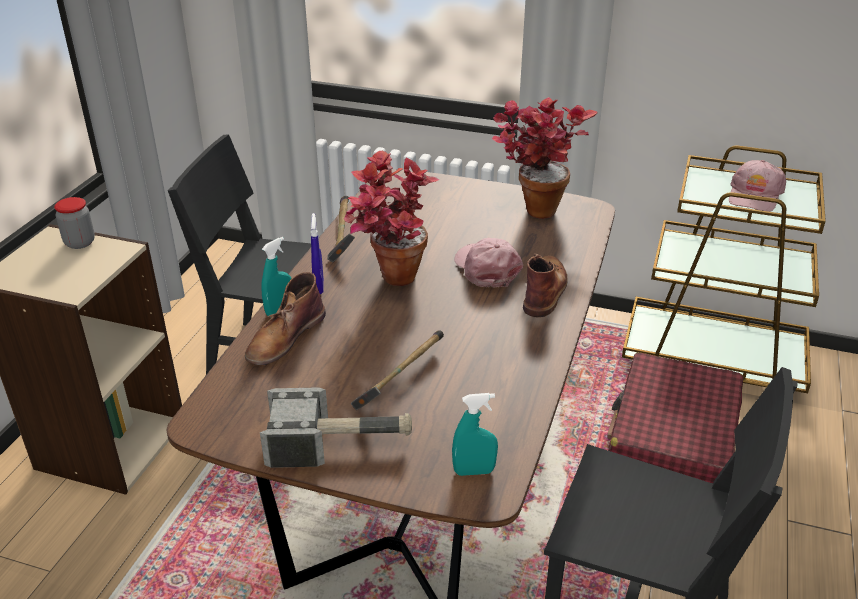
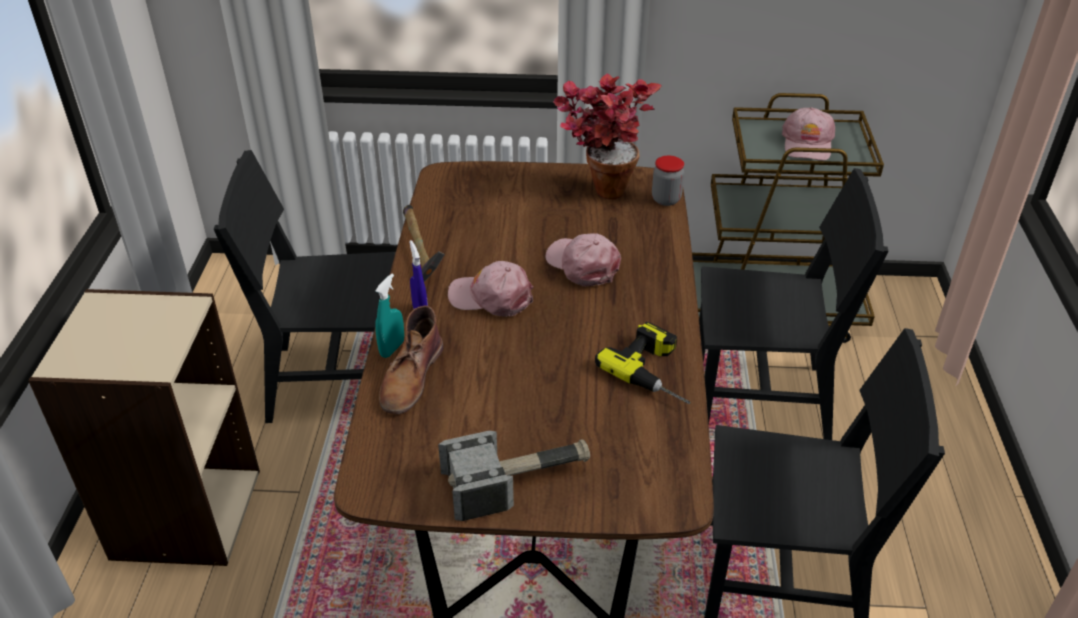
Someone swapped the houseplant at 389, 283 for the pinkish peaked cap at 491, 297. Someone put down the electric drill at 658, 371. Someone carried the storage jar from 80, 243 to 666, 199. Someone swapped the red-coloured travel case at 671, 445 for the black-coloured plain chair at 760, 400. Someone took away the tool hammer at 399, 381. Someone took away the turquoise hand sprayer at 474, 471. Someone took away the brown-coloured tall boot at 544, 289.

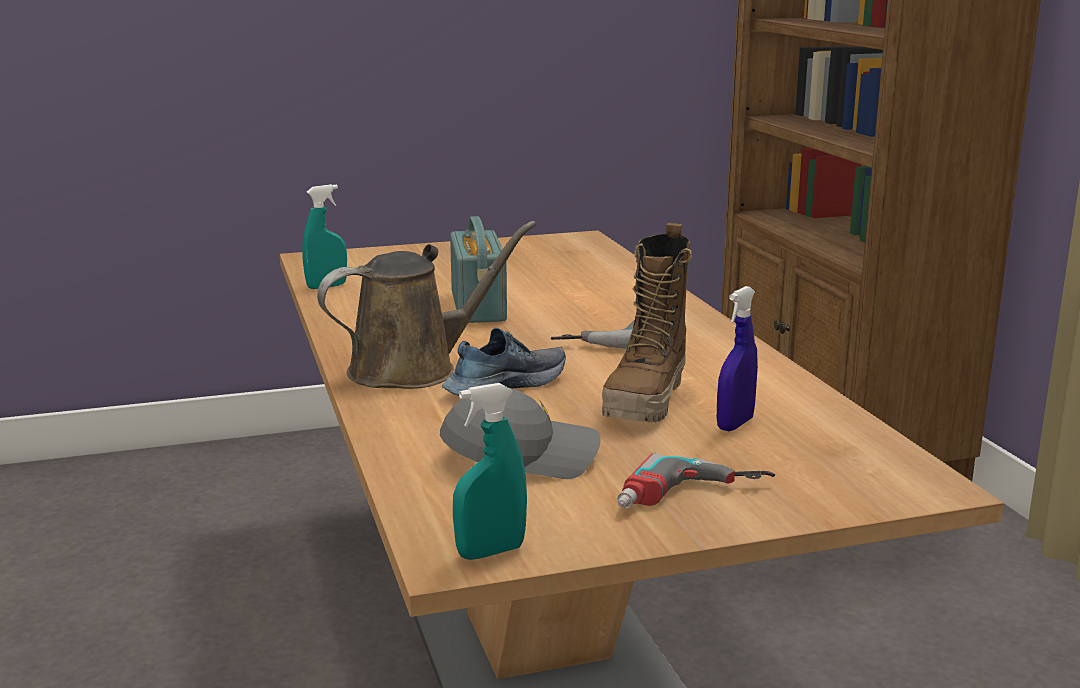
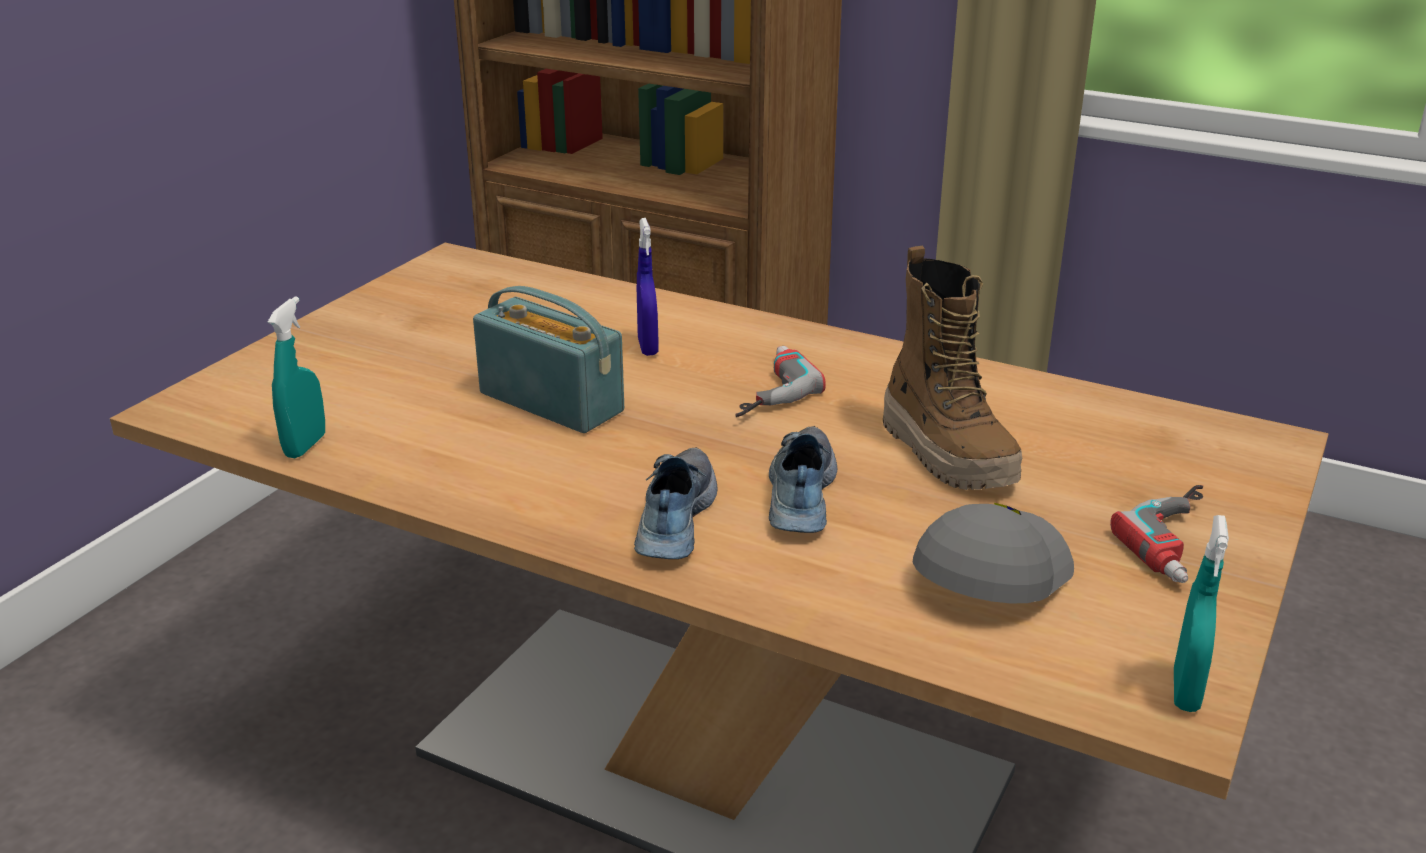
Someone swapped the brown-coloured watering pot at 413, 369 for the shoe at 672, 520. Someone carried the bluish hand sprayer from 735, 424 to 648, 347.

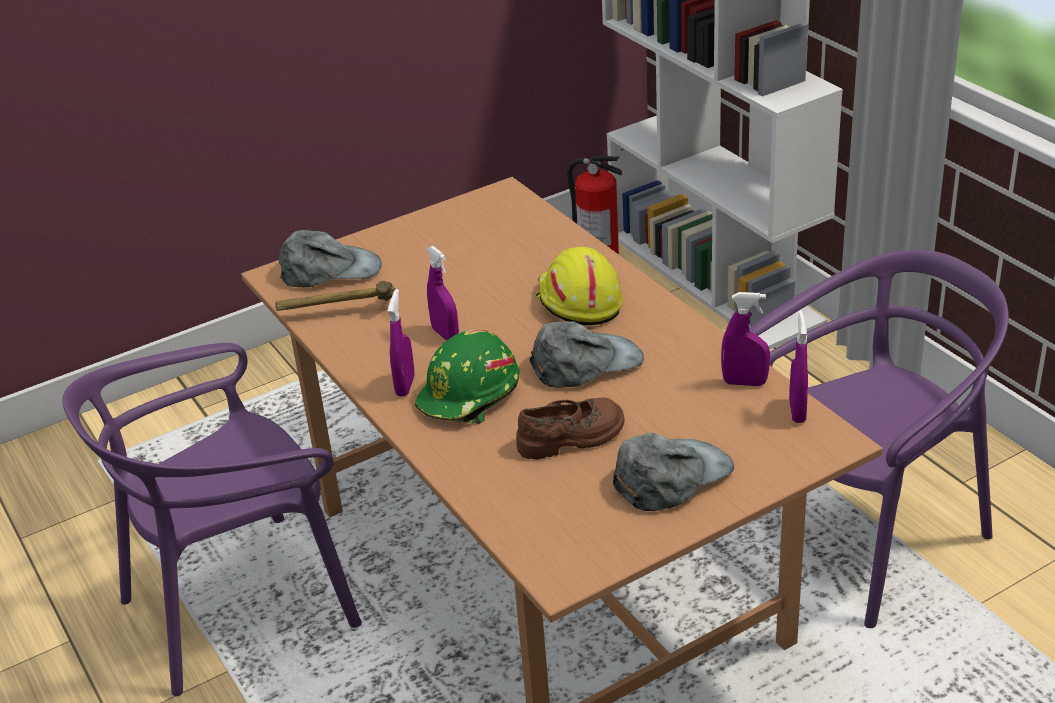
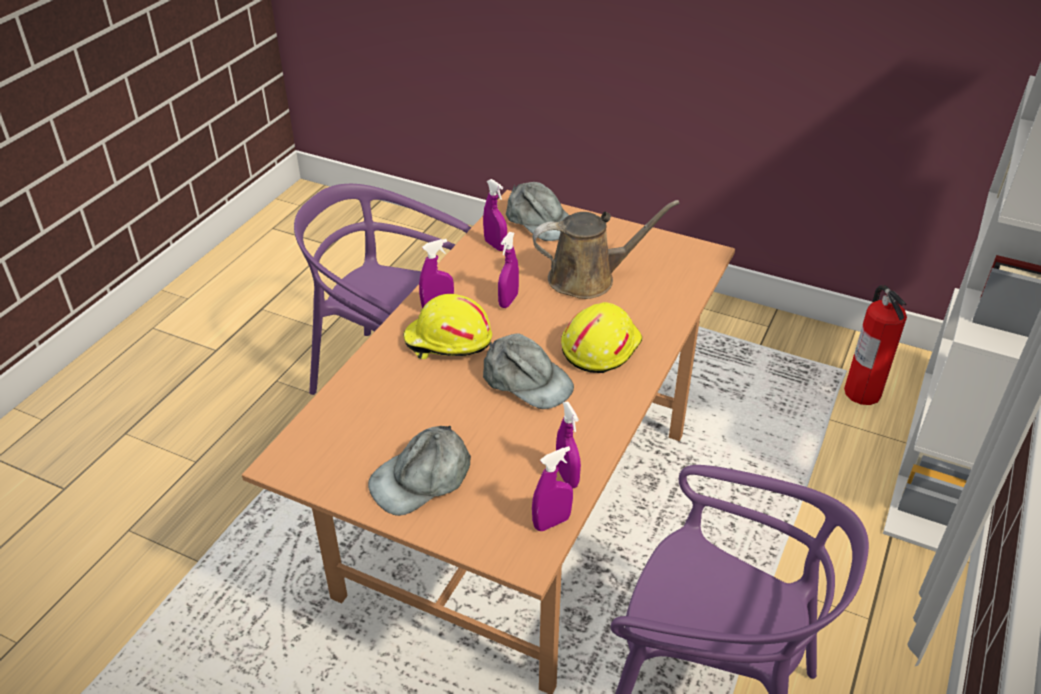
Someone rotated the greyish peaked cap at 671, 476 by 120 degrees clockwise. Someone repainted the greenish work helmet at 470, 396, which became the yellowish work helmet at 447, 341. Someone swapped the tool hammer at 338, 312 for the purple hand sprayer at 495, 245. Someone put down the brown-coloured watering pot at 588, 278. Someone took away the brown-coloured shoe at 572, 438.

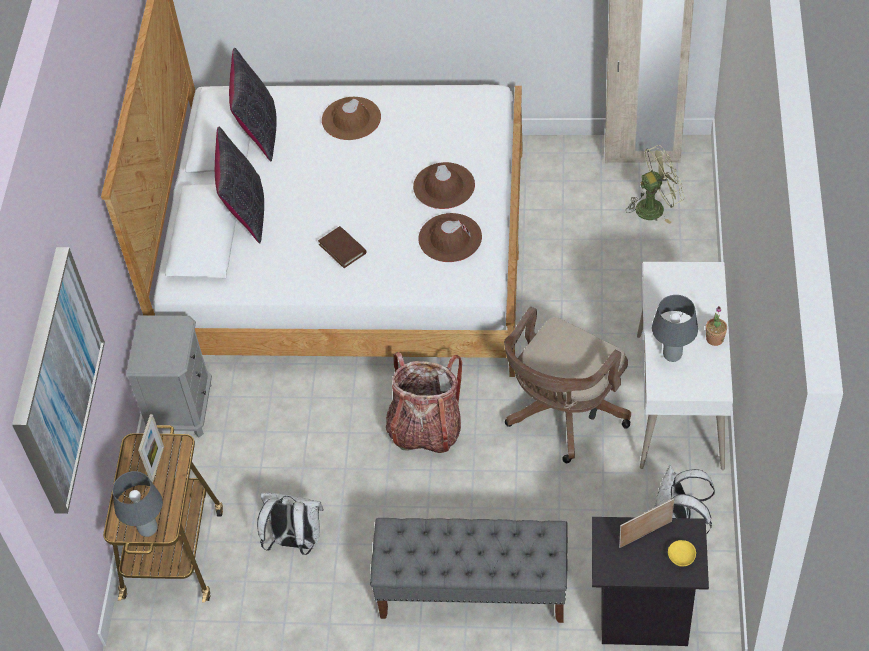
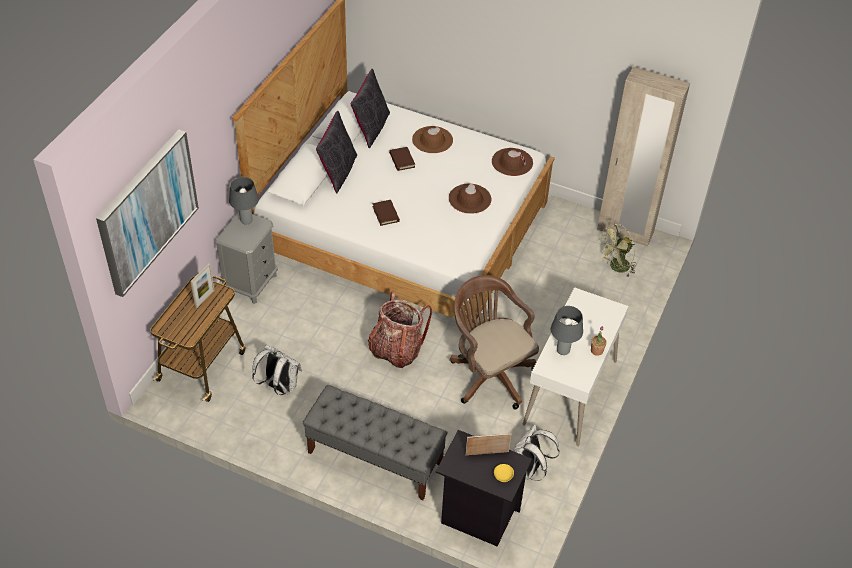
Someone carried the greyish lamp for a table from 149, 529 to 246, 221. Someone put down the brown-coloured volume at 402, 160. Someone rotated the brown-coloured desk chair at 563, 415 by 90 degrees clockwise. Someone carried the brown-coloured hat from 450, 238 to 512, 162. Someone rotated the greenish electric fan at 655, 207 by 150 degrees clockwise.

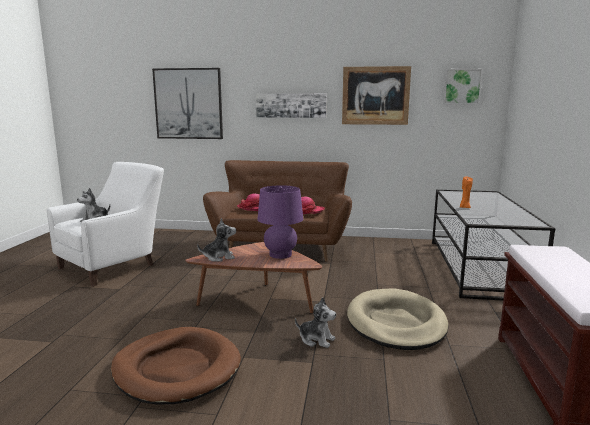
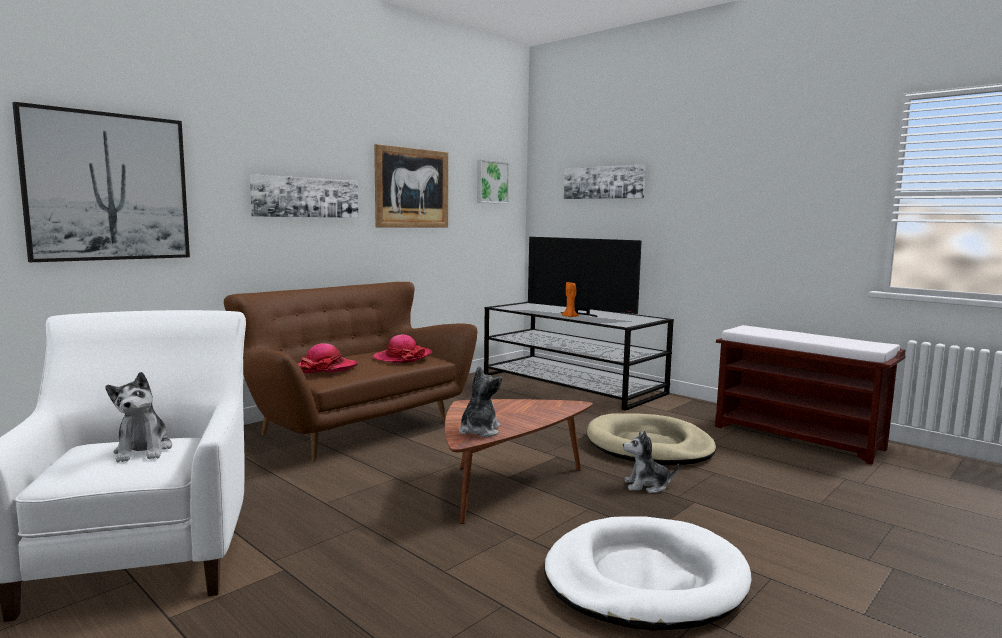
Someone put down the TV at 581, 314. Someone repainted the brown-coloured dog bed at 177, 369, which became the whitish dog bed at 644, 579. Someone put up the wall picture at 603, 182. Someone rotated the plush toy at 316, 339 by 150 degrees counterclockwise. Someone took away the purple lamp for a table at 280, 254.

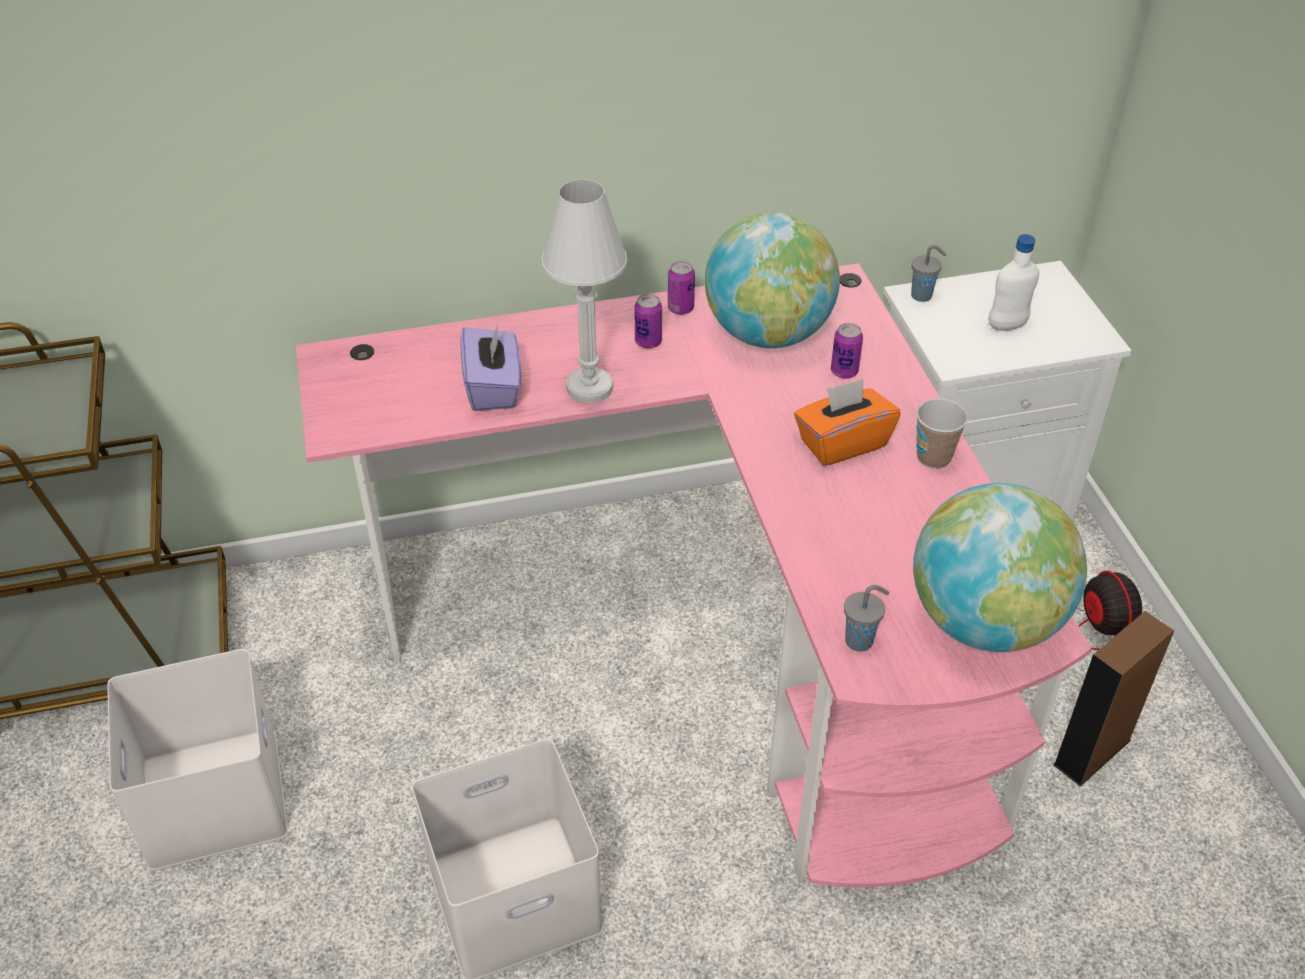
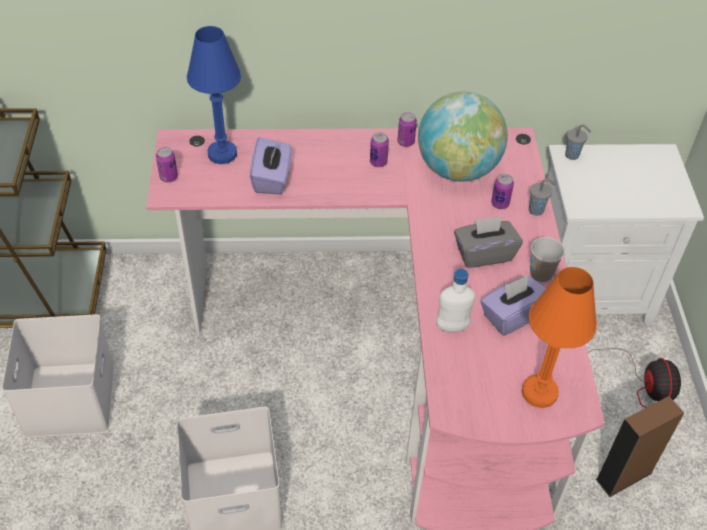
Someone put down the metal can at 168, 177. Someone put down the bluish lamp for a table at 222, 154. Someone carried the whitish drink bottle from 1007, 326 to 452, 327. Someone repainted the orangey tissue holder at 842, 443, which became the greyish tissue holder at 484, 254. Someone put down the purple tissue holder at 512, 315. Someone swapped the world globe at 984, 621 for the orangey lamp for a table at 539, 392. Someone carried the greyish small cup from 860, 641 to 537, 210. Someone took away the whitish lamp for a table at 589, 388.

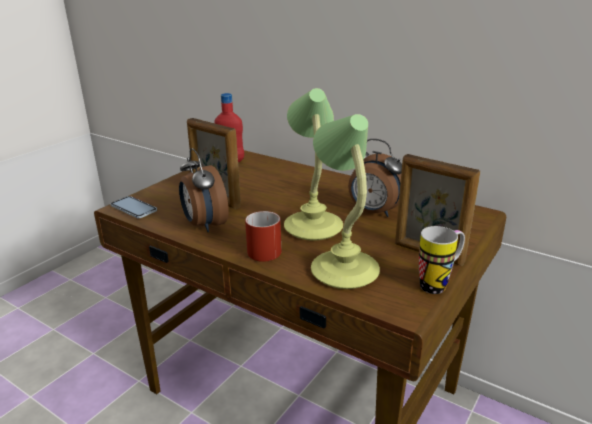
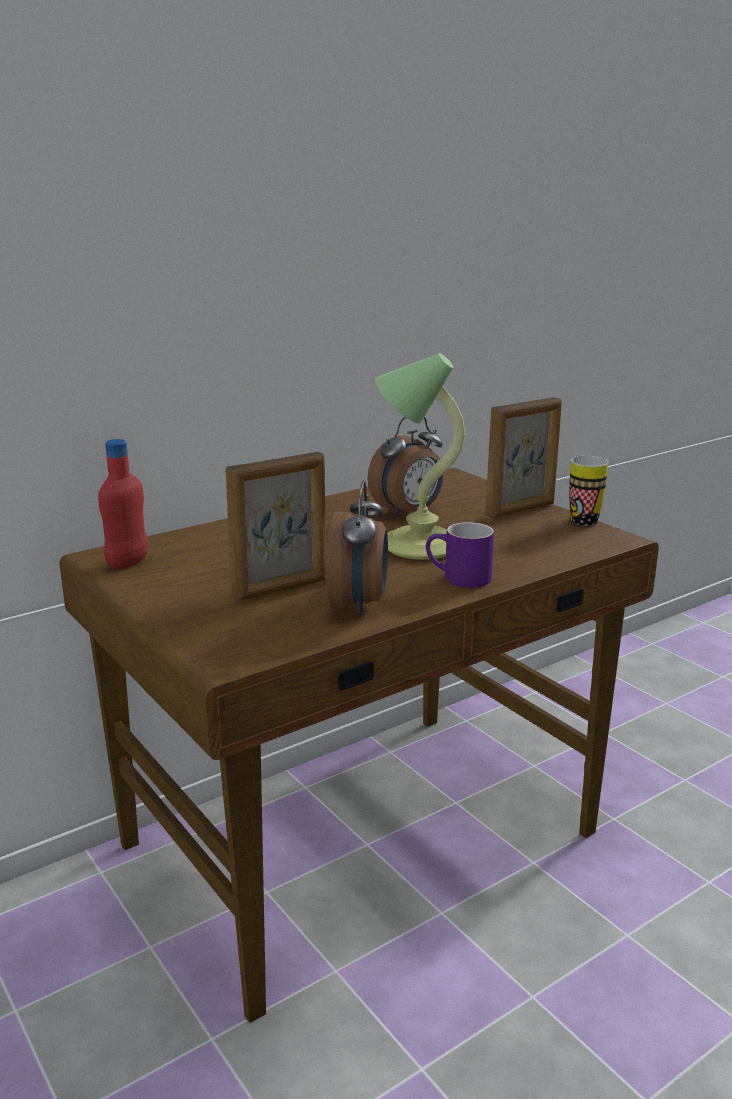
Someone rotated the bedside clock at 204, 225 by 75 degrees counterclockwise. Someone repainted the red-coloured mug at 262, 249, which became the purple mug at 458, 578. Someone took away the phone at 133, 208. Someone took away the lamp for a table at 344, 269.

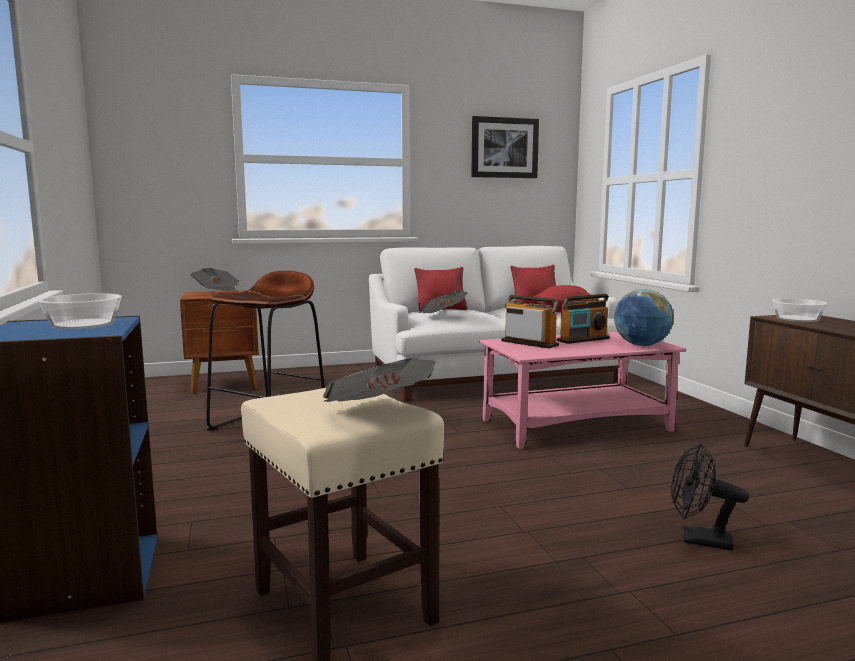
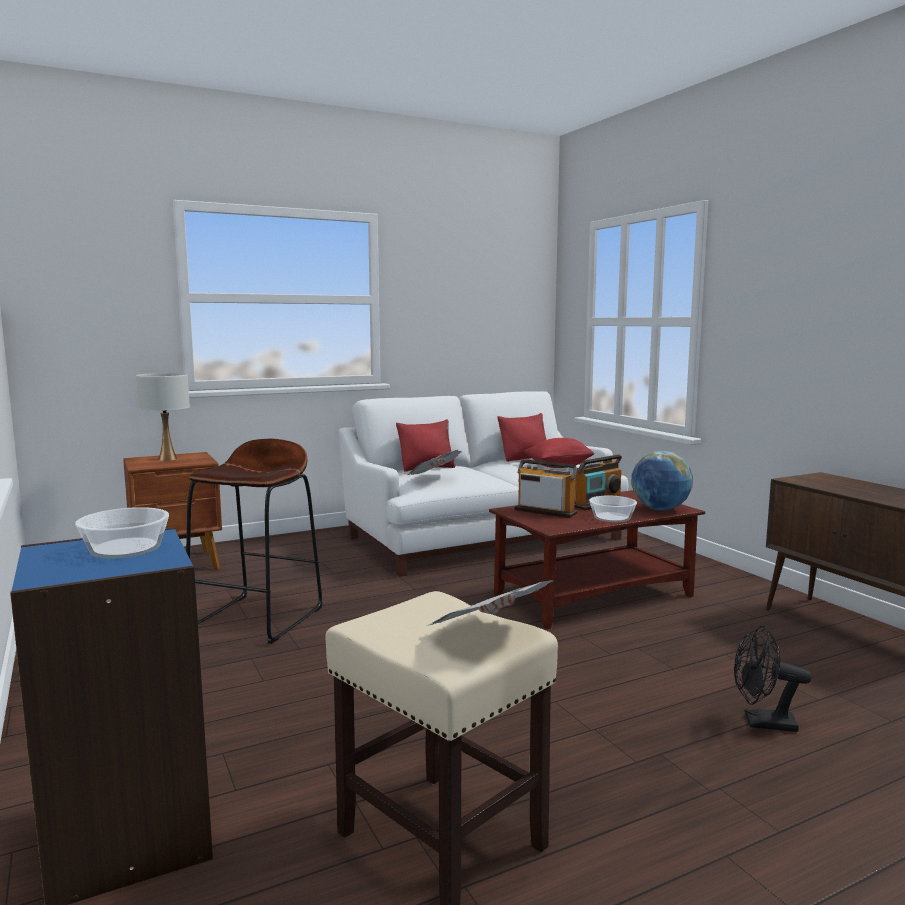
Someone swapped the newspaper at 218, 293 for the whitish lamp for a table at 167, 459. Someone repainted the pinkish low table at 576, 425, which became the brown-coloured low table at 594, 595. Someone carried the deep dish from 797, 319 to 612, 517. Someone took away the wall picture at 504, 148.

